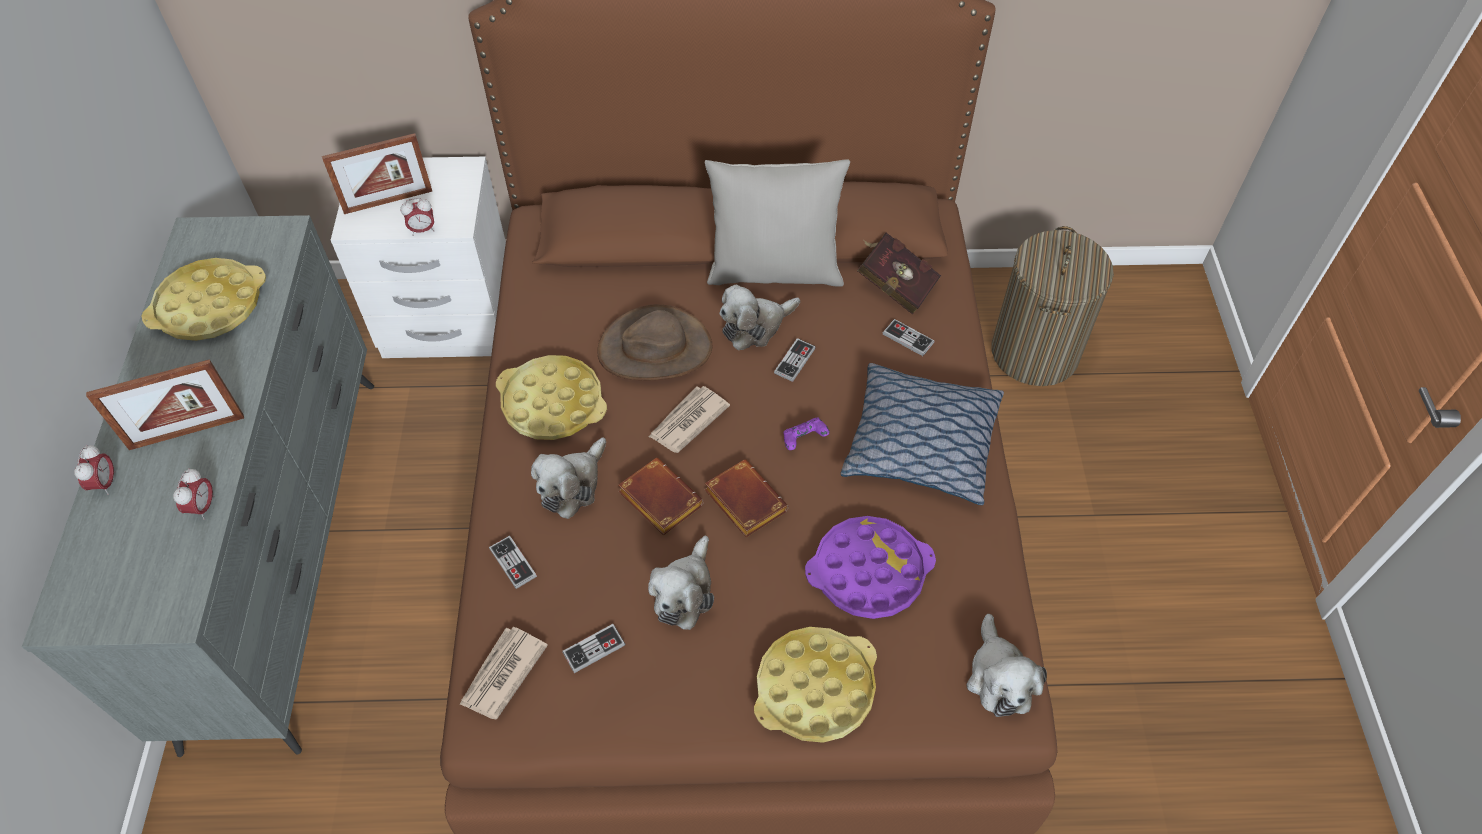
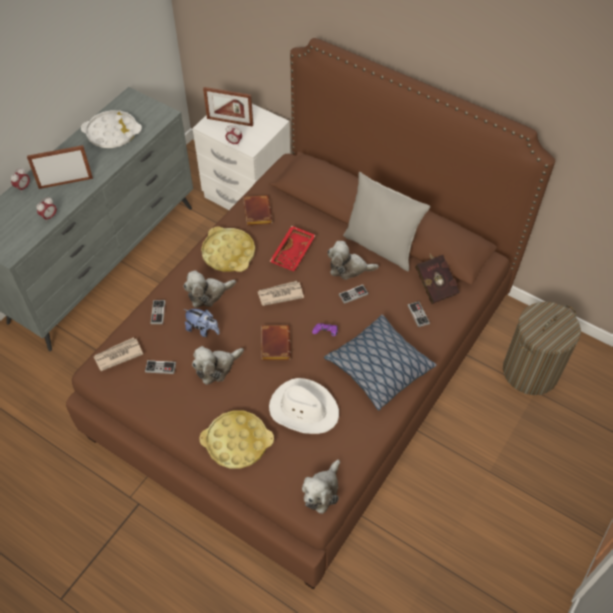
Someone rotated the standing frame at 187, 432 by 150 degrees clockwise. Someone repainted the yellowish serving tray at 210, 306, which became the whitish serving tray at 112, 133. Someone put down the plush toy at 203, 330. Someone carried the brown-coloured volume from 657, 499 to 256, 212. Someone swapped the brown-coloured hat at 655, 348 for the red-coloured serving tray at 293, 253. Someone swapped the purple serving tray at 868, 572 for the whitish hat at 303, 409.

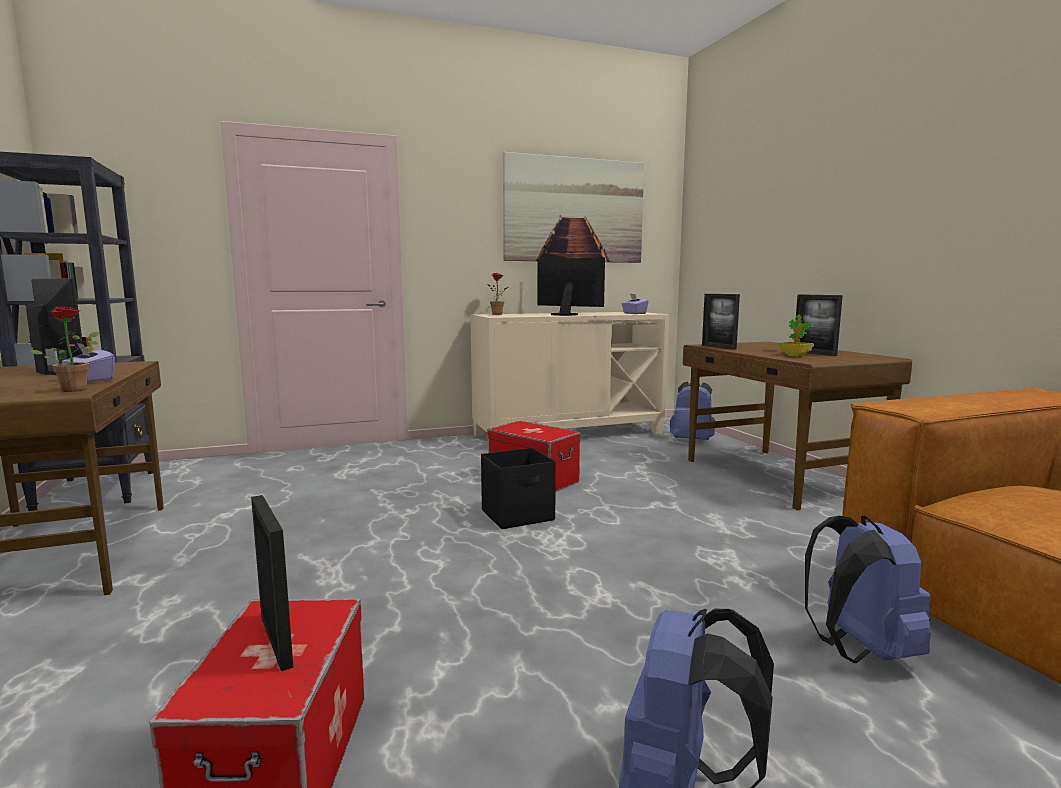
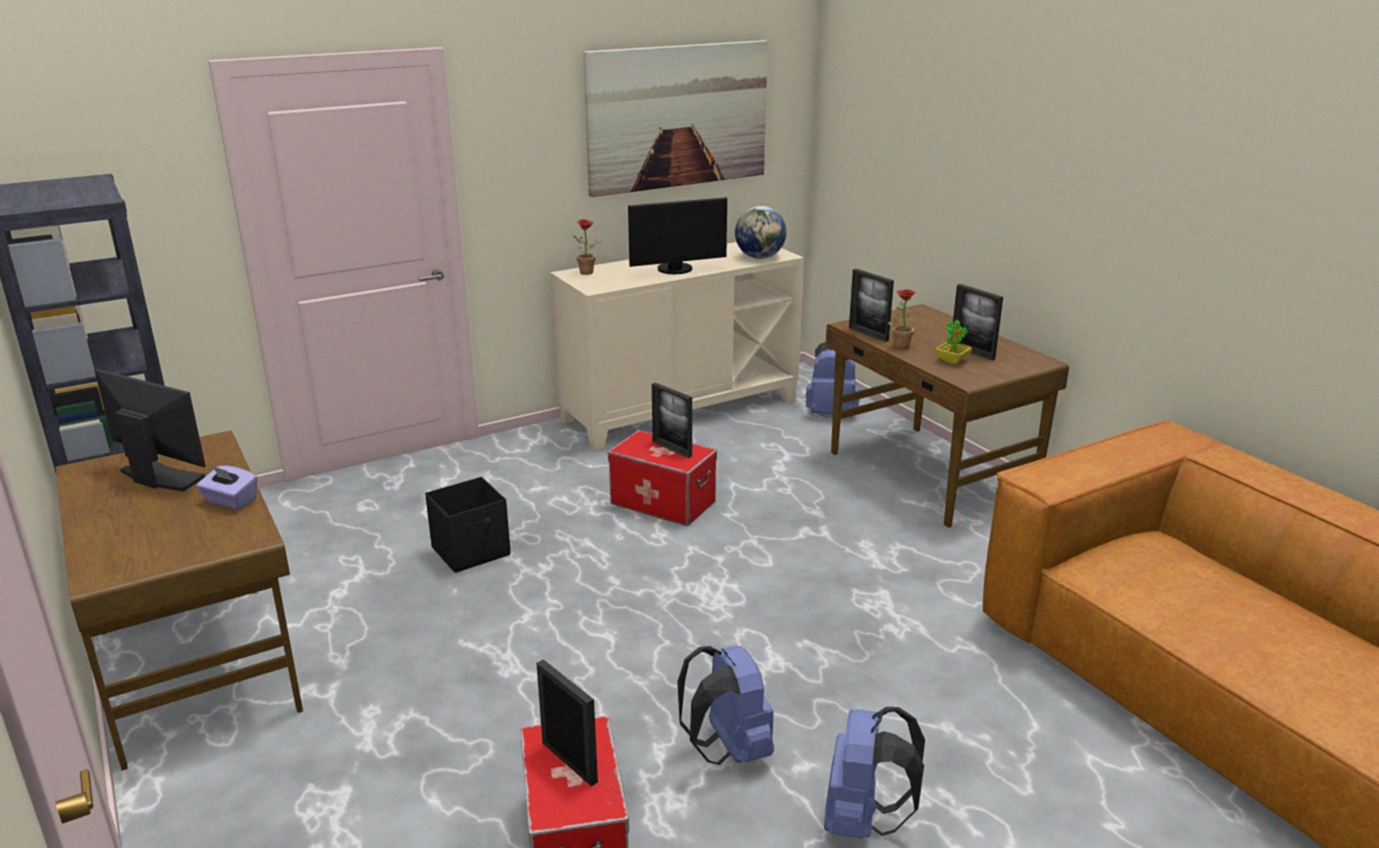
Someone carried the black-coloured storage box from 519, 515 to 472, 551. Someone rotated the computer display at 566, 314 by 135 degrees clockwise. Someone put down the standing frame at 672, 449. Someone carried the bluish knapsack from 859, 650 to 728, 750. Someone swapped the purple tissue holder at 634, 313 for the world globe at 760, 257. Someone carried the houseplant from 77, 389 to 900, 345.

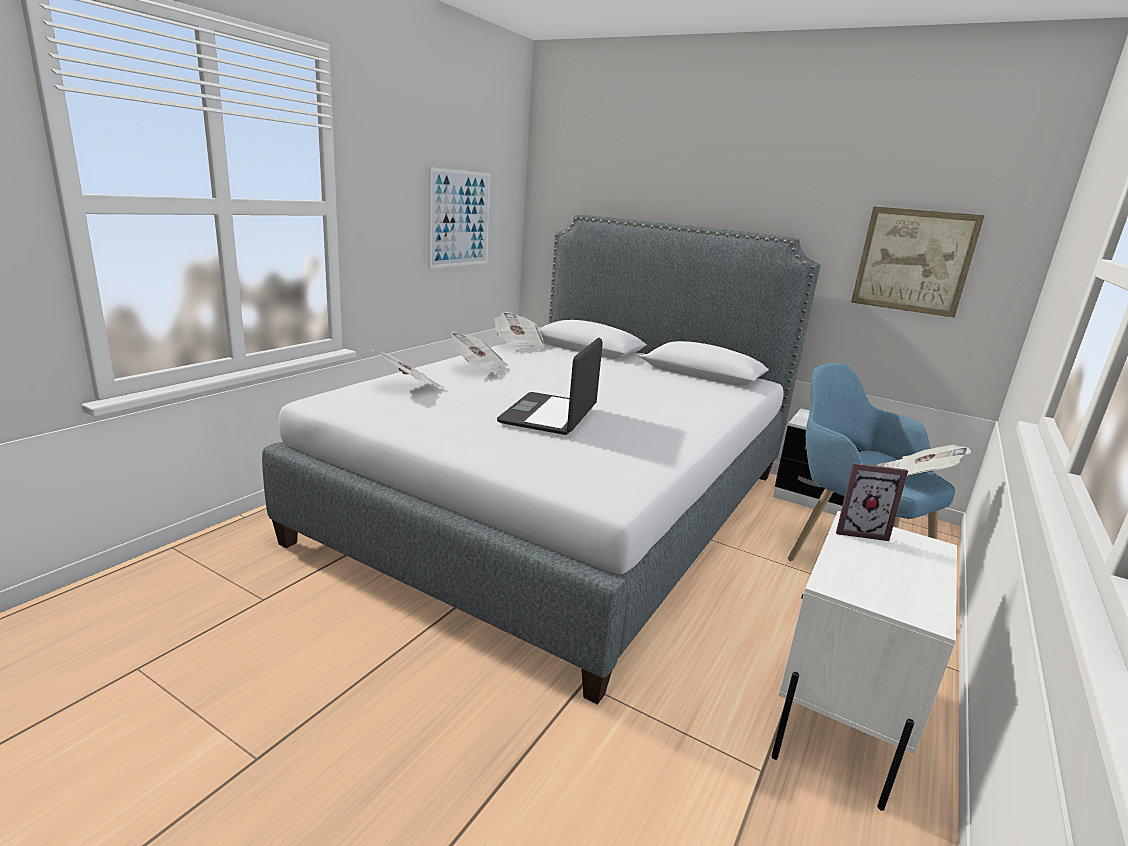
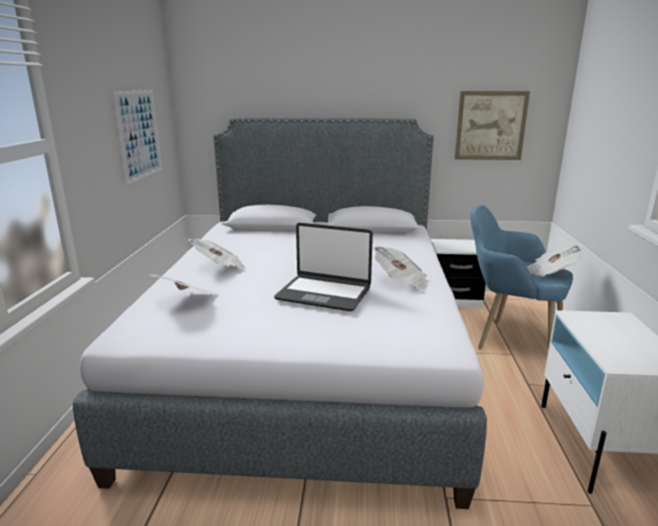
Someone rotated the laptop at 550, 415 by 60 degrees counterclockwise. Someone carried the newspaper from 518, 346 to 401, 282. Someone took away the standing frame at 858, 530.

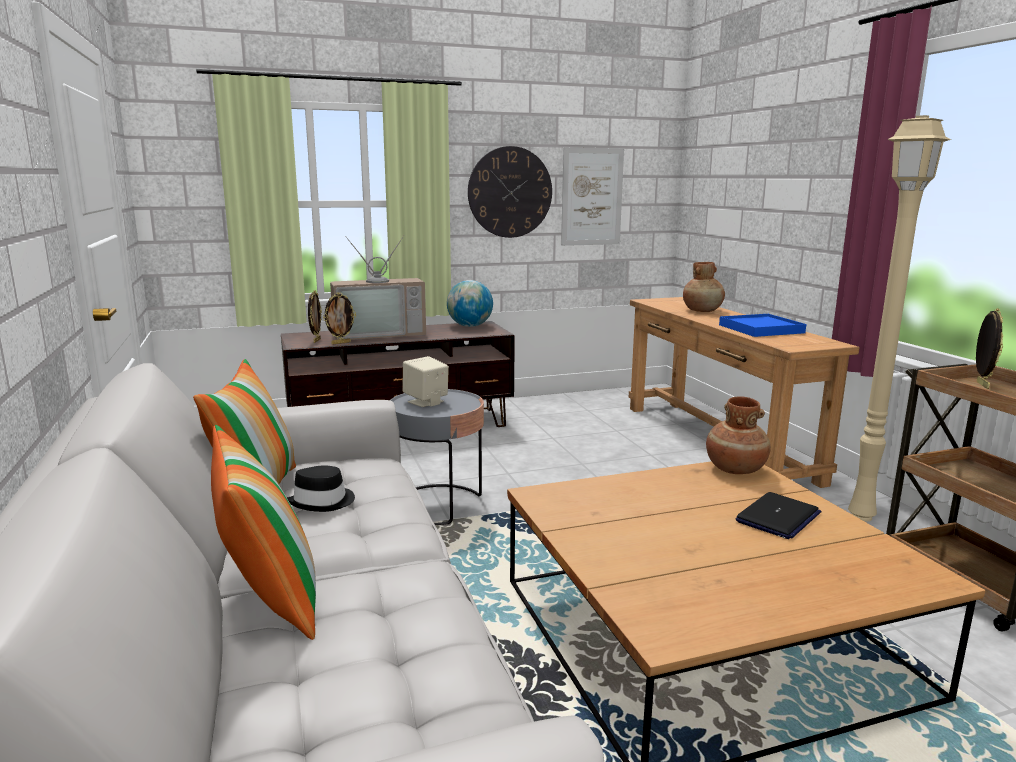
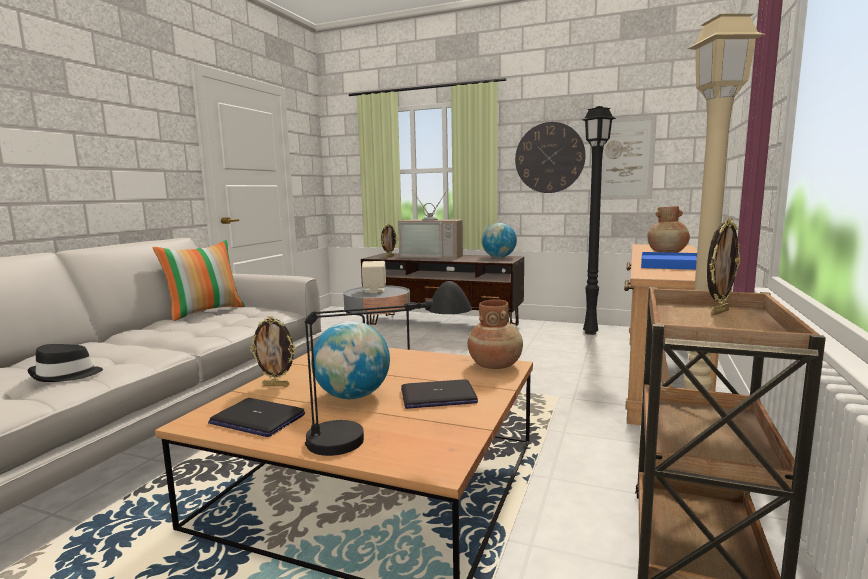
Someone carried the black-coloured hat from 323, 502 to 66, 375. Someone put down the laptop at 257, 419. Someone carried the standing frame from 340, 343 to 276, 385. Someone put down the black-coloured lamp for a table at 386, 434. Someone put down the world globe at 353, 396. Someone put down the black-coloured standard lamp at 591, 333. Someone took away the cushion at 269, 598.

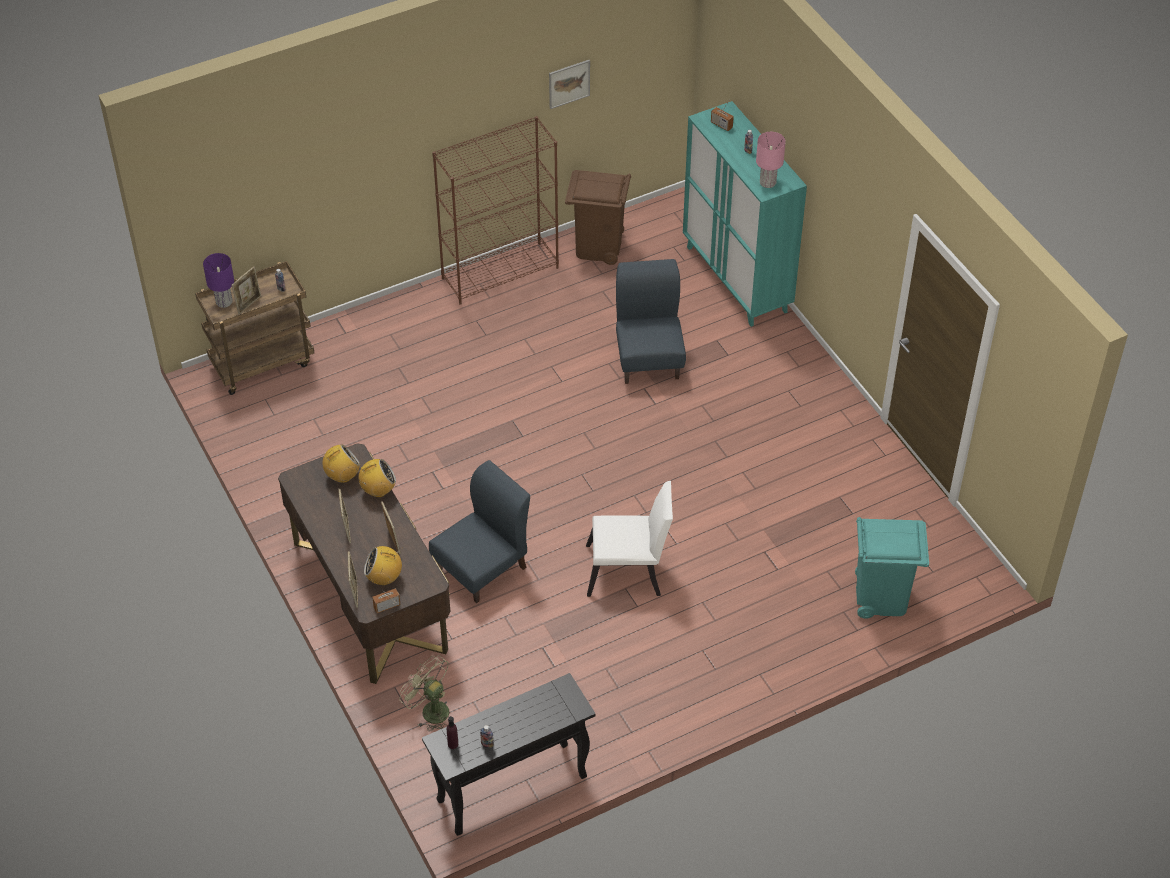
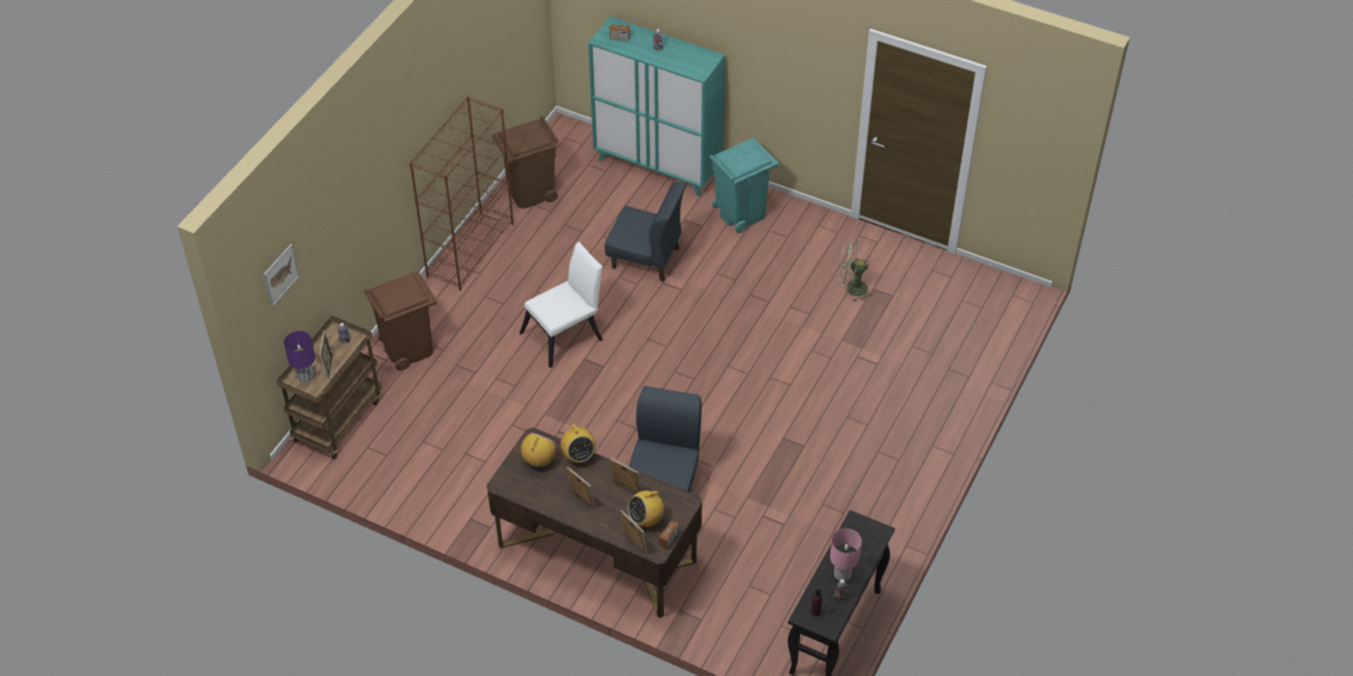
Someone carried the wall picture from 569, 83 to 280, 274. Someone put down the brown-coloured rubbish bin at 408, 348. Someone carried the whitish plain chair from 629, 571 to 566, 335. Someone rotated the radio set at 378, 490 by 120 degrees clockwise. Someone rotated the bluish plain chair at 649, 358 by 150 degrees clockwise. Someone carried the turquoise rubbish bin from 881, 596 to 741, 213. Someone carried the pinkish lamp for a table from 768, 182 to 843, 574. Someone carried the greenish electric fan from 430, 710 to 851, 289.

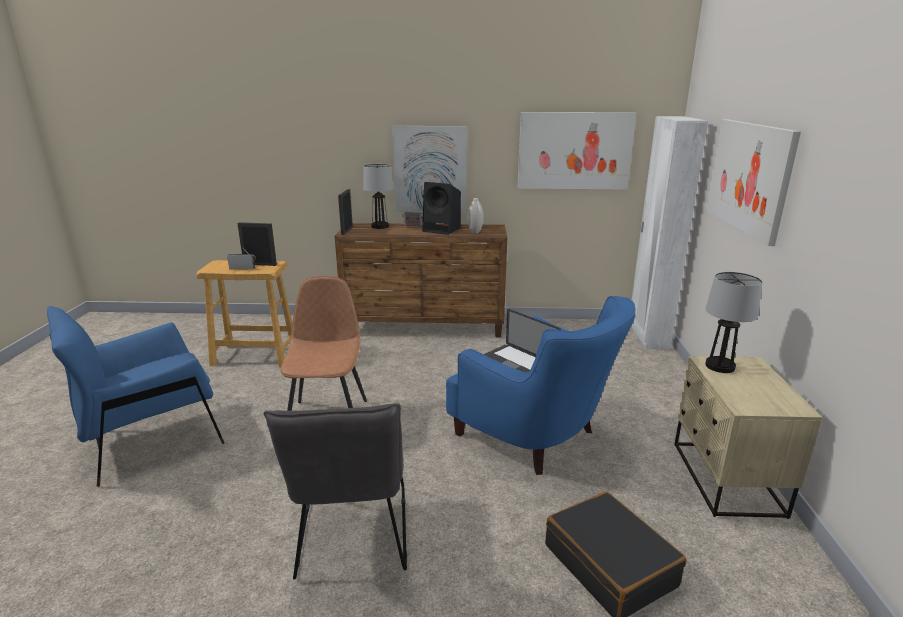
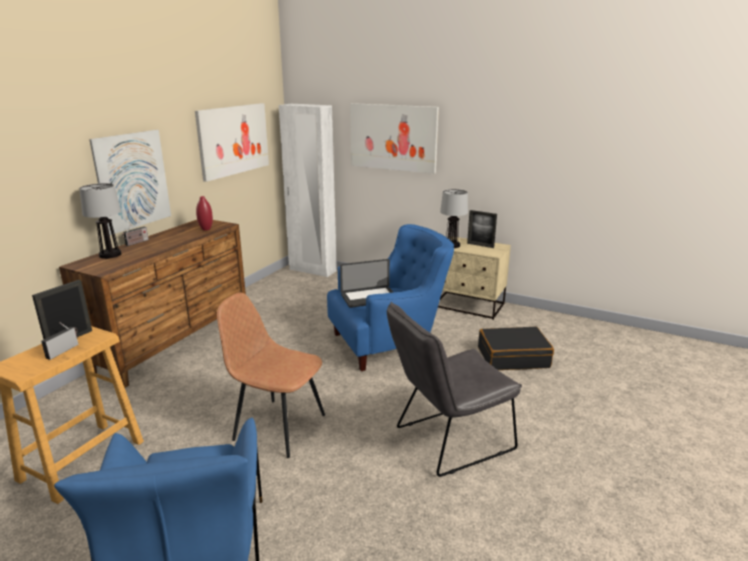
Someone repainted the whitish decorative vase at 475, 232, which became the red-coloured decorative vase at 206, 229. Someone rotated the greyish plain chair at 352, 538 by 135 degrees clockwise. Someone carried the standing frame from 347, 230 to 480, 245. Someone took away the black-coloured audio speaker at 442, 230.

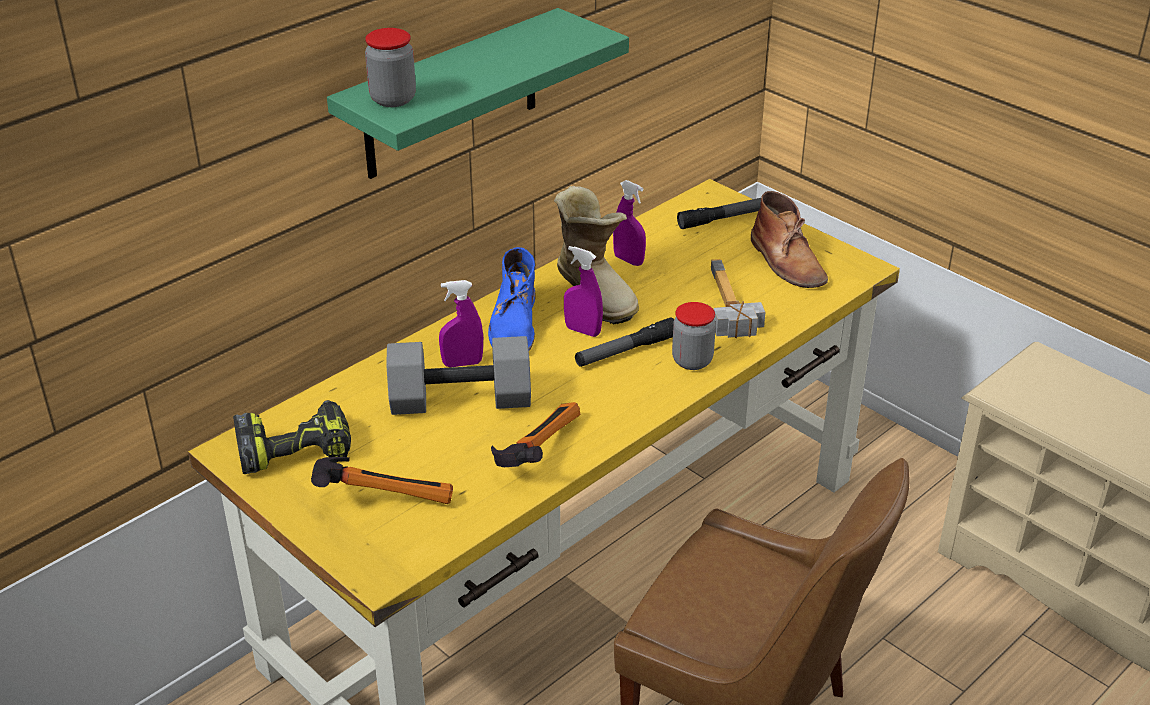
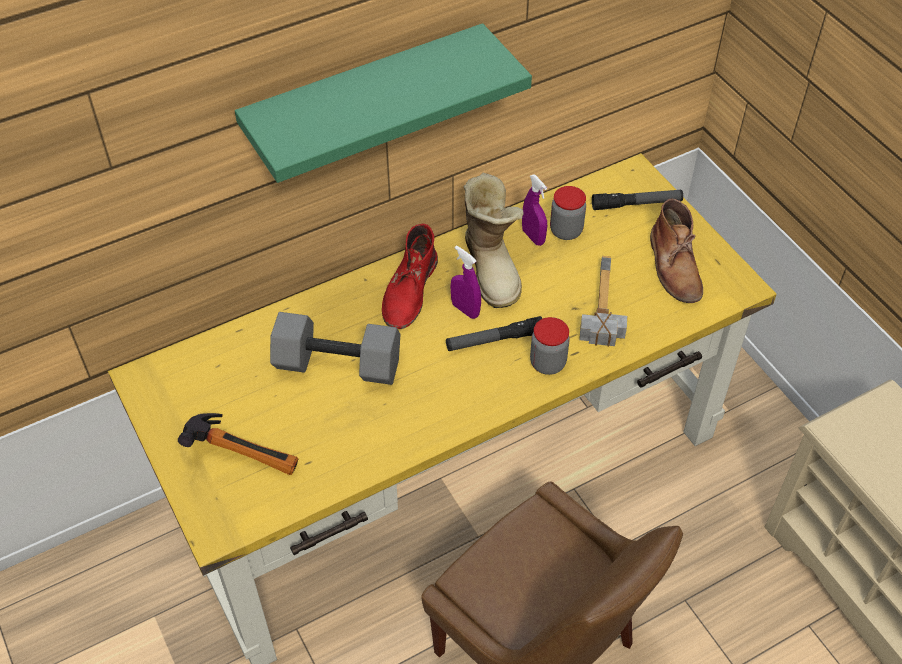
Someone repainted the bluish tall boot at 514, 325, which became the red-coloured tall boot at 409, 291. Someone carried the storage jar from 393, 99 to 566, 231. Someone took away the electric drill at 295, 448. Someone took away the purple hand sprayer at 462, 363. Someone took away the tool hammer at 534, 450.

